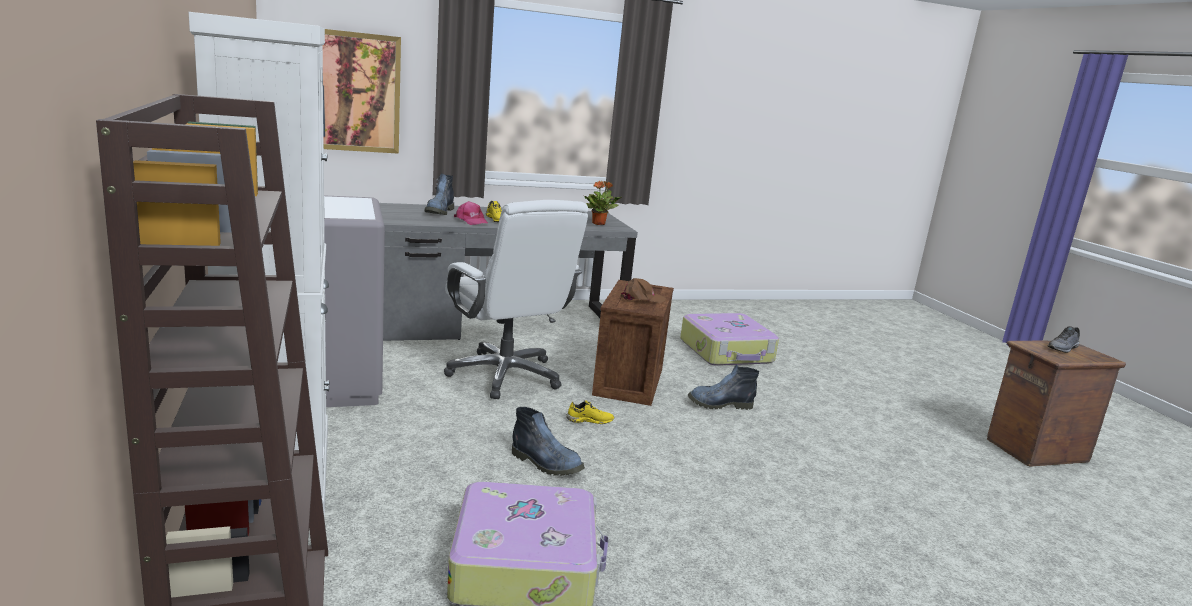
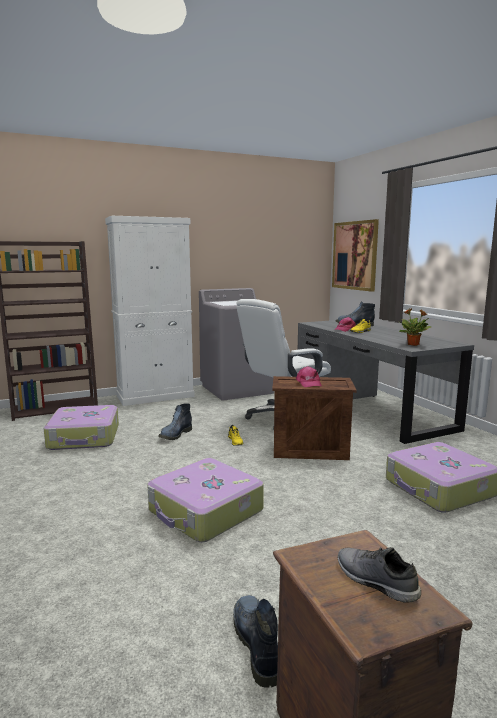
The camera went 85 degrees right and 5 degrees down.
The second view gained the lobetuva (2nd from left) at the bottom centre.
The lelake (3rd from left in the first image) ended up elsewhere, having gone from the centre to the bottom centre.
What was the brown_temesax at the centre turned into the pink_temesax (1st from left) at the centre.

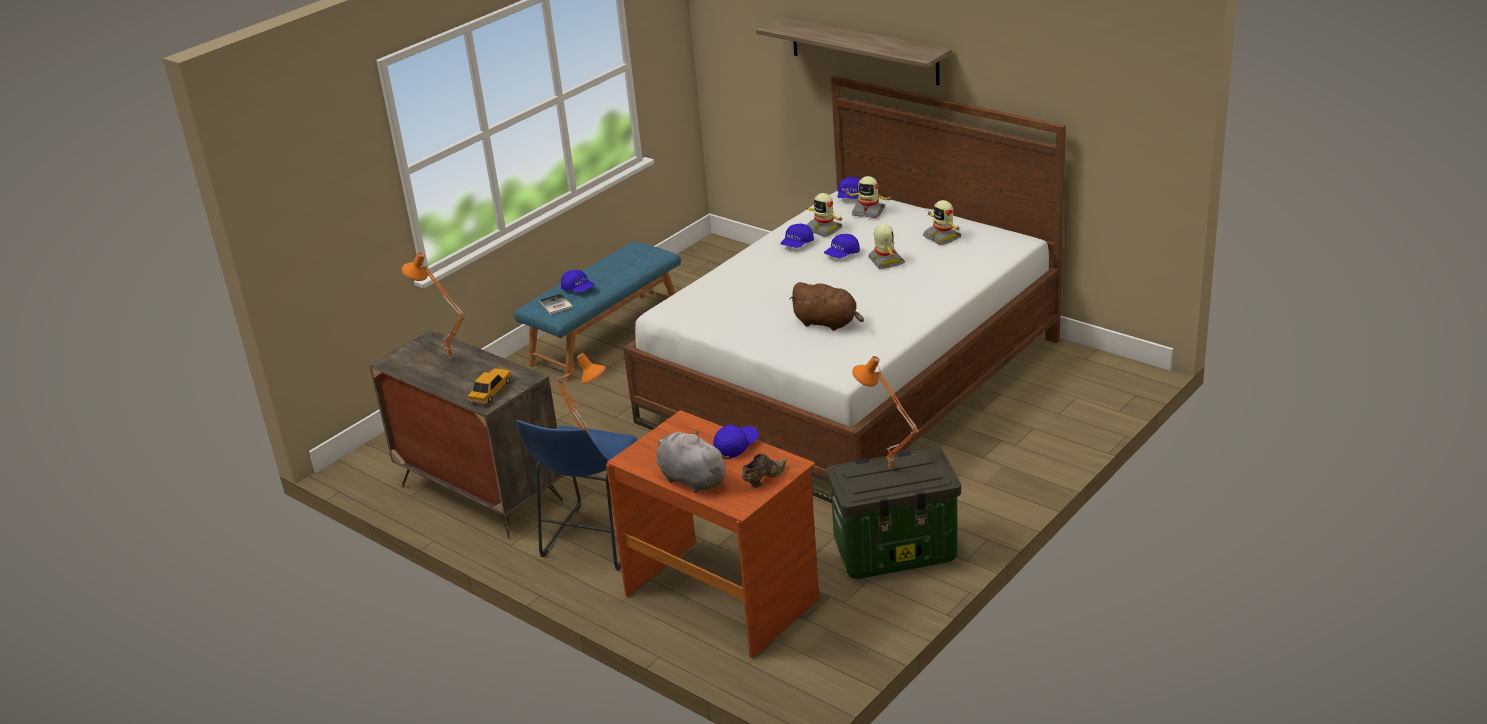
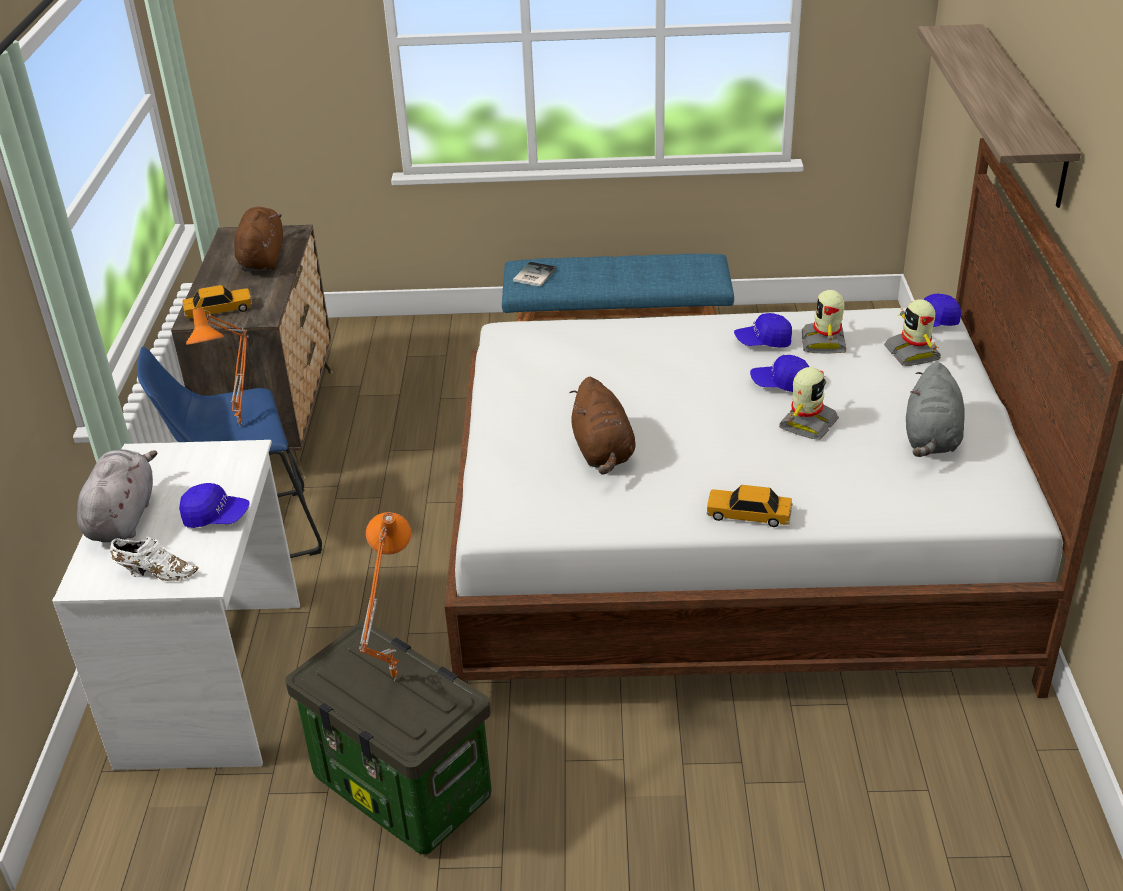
The camera went 50 degrees right and 5 degrees up.
What was the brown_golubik at the bottom centre turned into the white_golubik at the bottom left.
What was the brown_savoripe at the centre turned into the white_savoripe at the middle left.
Where the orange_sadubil (1st from left) stood at the middle left, the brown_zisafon (1st from left) came to stand at the top left.
The second view gained the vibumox (2nd from left) at the middle right.
Where the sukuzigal (4th from left) stood at the top centre, the grey_zisafon (2nd from left) came to stand at the middle right.
The second view lost the blue_temesax (1st from left) at the centre.

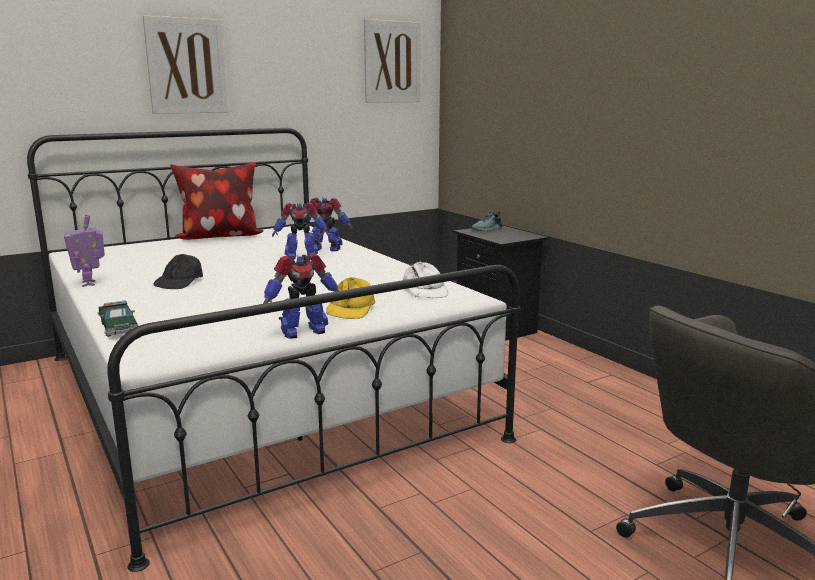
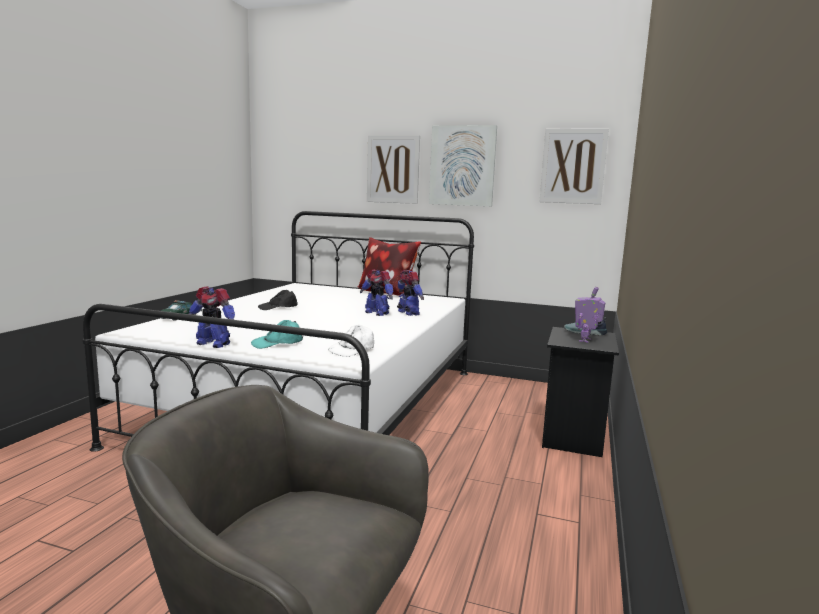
The camera went 50 degrees right and 5 degrees down.
What was the yellow_temesax at the centre turned into the turquoise_temesax at the centre.
The second view gained the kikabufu (2nd from left) at the top centre.
The sukuzigal (1st from left in the first image) ended up elsewhere, having gone from the middle left to the middle right.

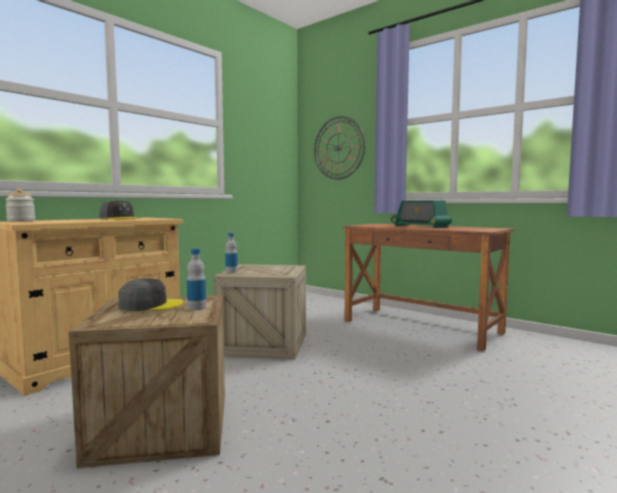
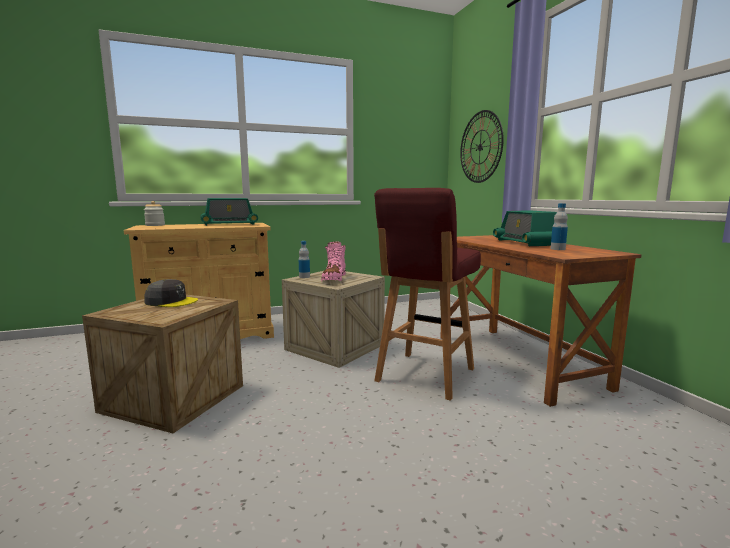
The camera went 30 degrees right and 5 degrees up.
Where the grey_temesax (1st from left) stood at the middle left, the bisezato (1st from left) came to stand at the middle left.
The second view gained the pink_lelake at the centre.
The second view gained the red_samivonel at the centre.
The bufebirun (1st from left in the first image) ended up elsewhere, having gone from the middle left to the middle right.

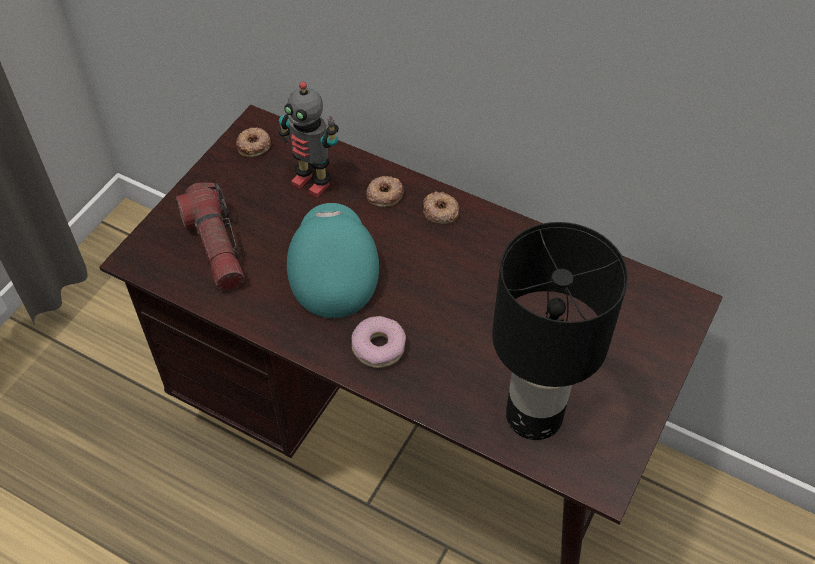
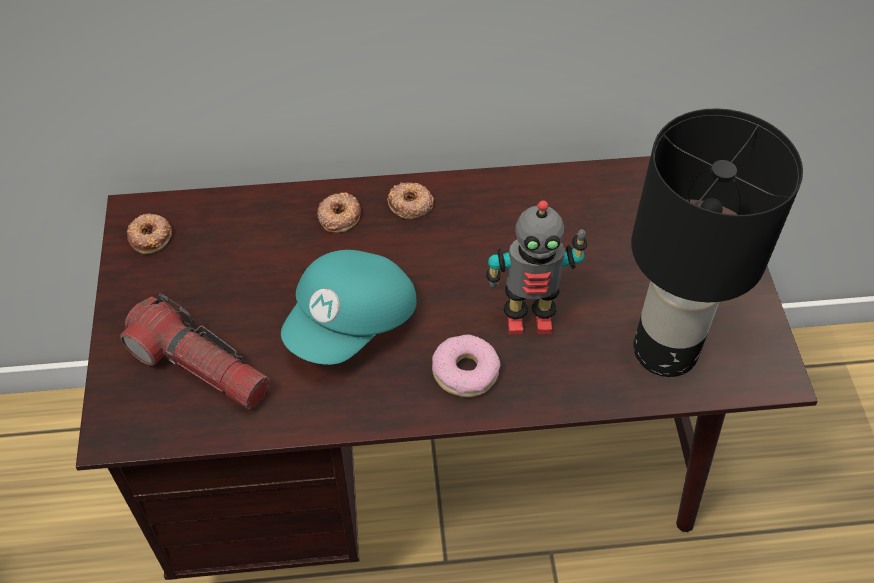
The camera went 35 degrees left and 0 degrees up.
The turquoise_temesax at the centre ended up facing another way, 105 degrees counterclockwise from before.
The sukuzigal ended up elsewhere, having gone from the top centre to the centre.

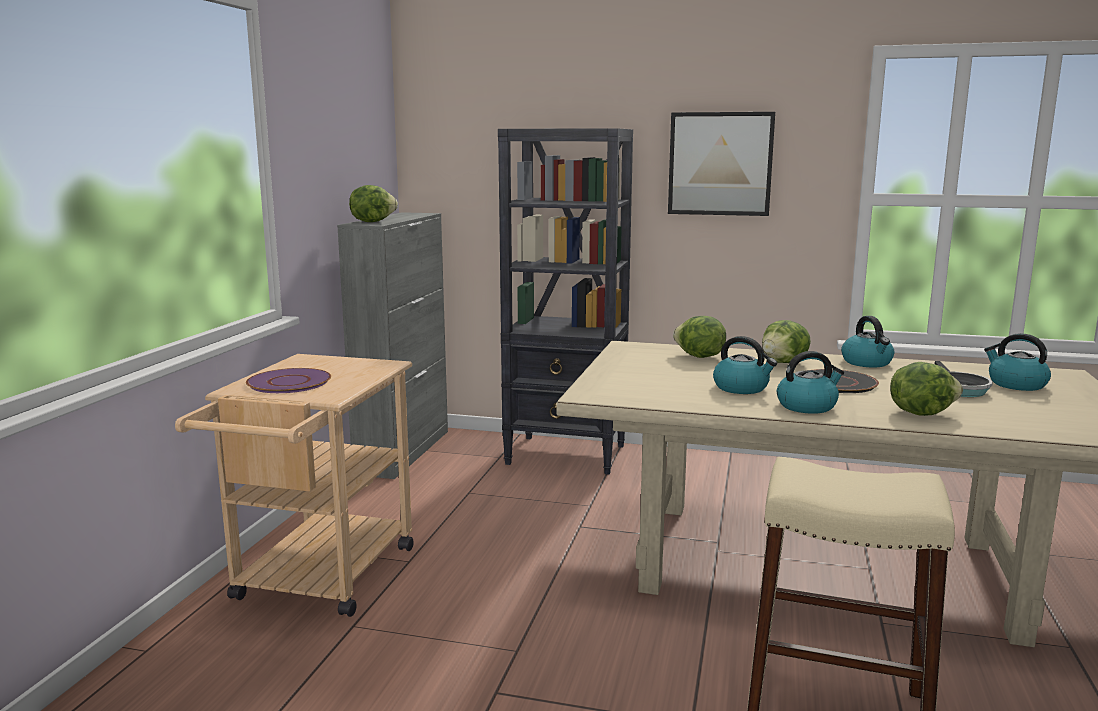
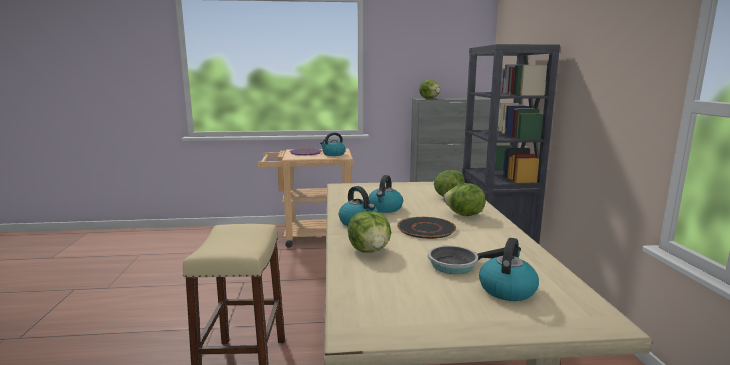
The camera went 70 degrees right and 0 degrees up.
The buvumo (3rd from left in the first image) ended up elsewhere, having gone from the middle right to the centre.
The second view lost the kikabufu at the top centre.

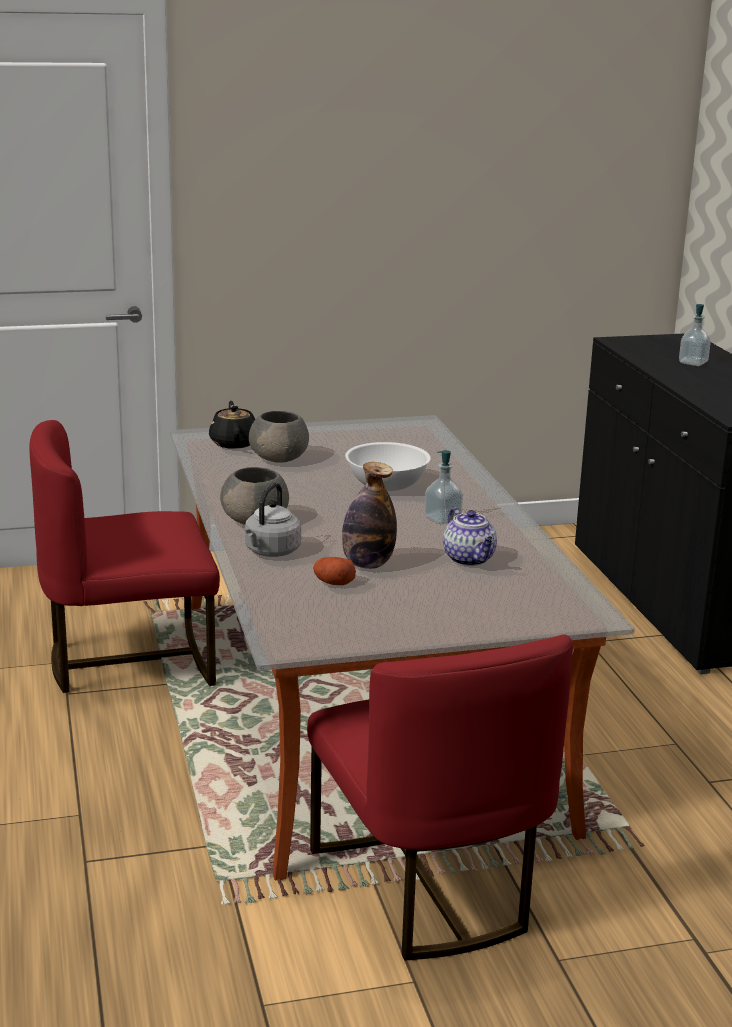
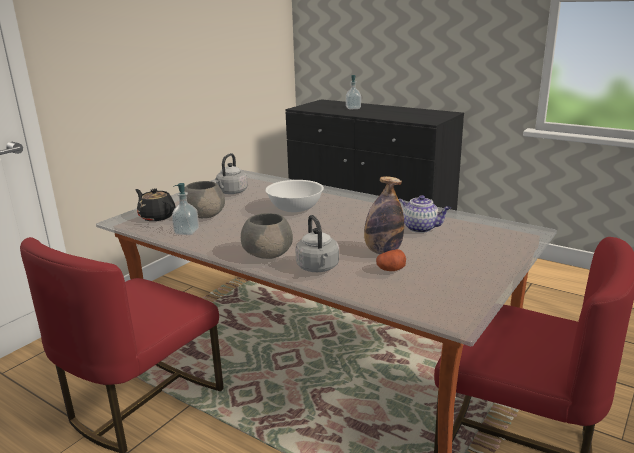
The camera went 40 degrees left and 0 degrees up.
The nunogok (1st from left) ended up elsewhere, having gone from the centre to the middle left.
The second view gained the grey_buvumo (1st from left) at the centre.

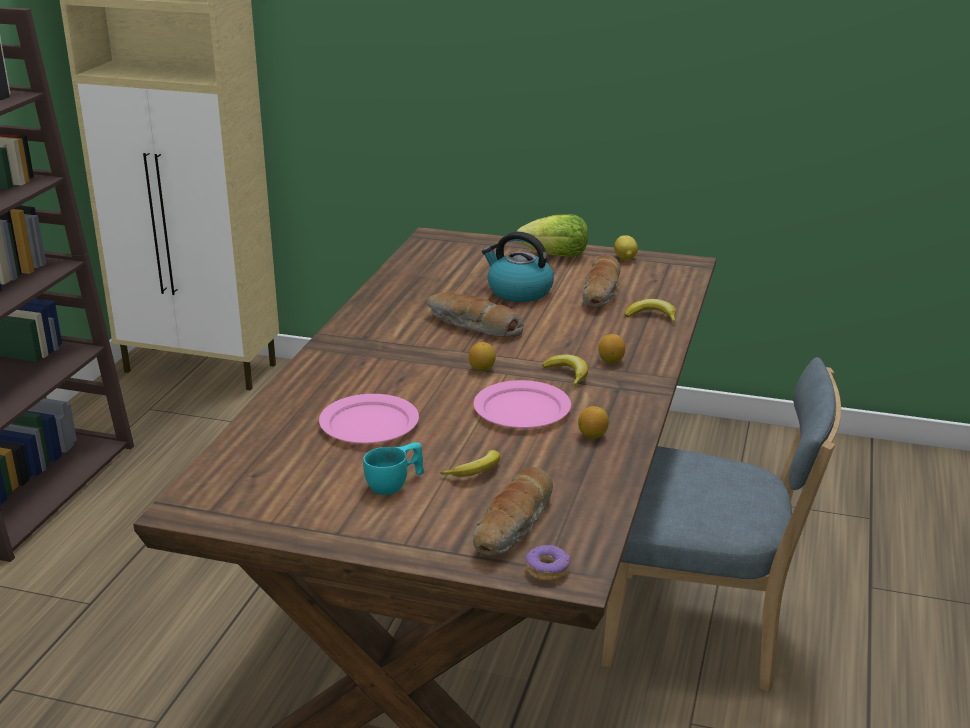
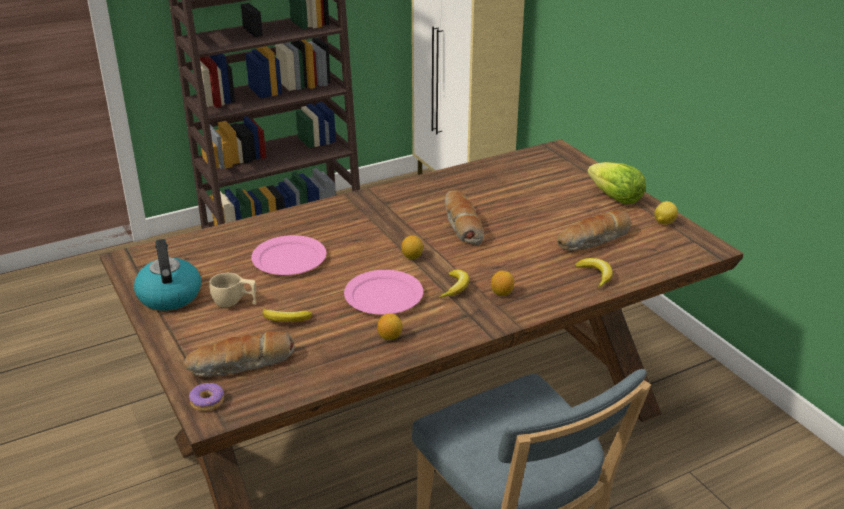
The camera went 45 degrees right and 5 degrees up.
The buvumo ended up elsewhere, having gone from the centre to the middle left.
What was the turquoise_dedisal at the centre turned into the beige_dedisal at the middle left.

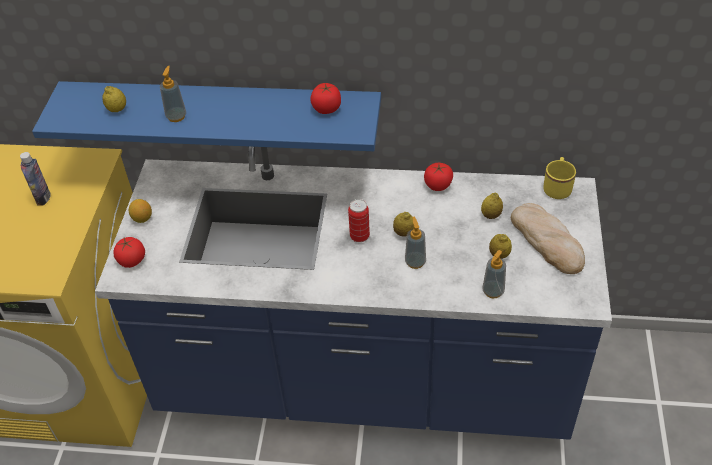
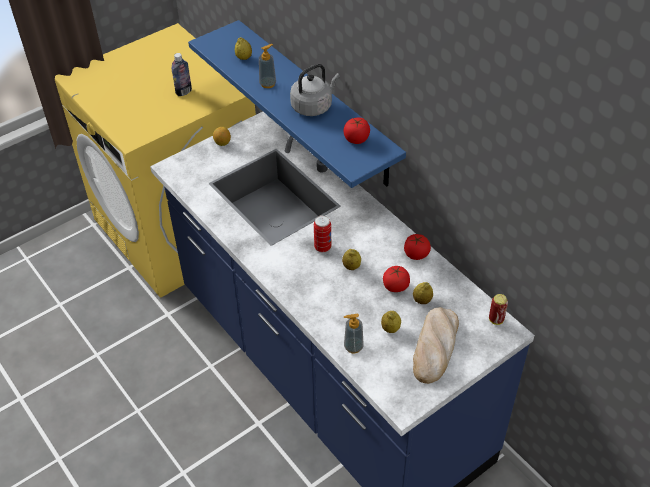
The camera went 45 degrees right and 0 degrees up.
The second view gained the grey_buvumo at the top centre.
The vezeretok (1st from left in the first image) ended up elsewhere, having gone from the middle left to the centre.
Where the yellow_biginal stood at the middle right, the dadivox (2nd from left) came to stand at the middle right.
The second view lost the nunogok (2nd from left) at the centre.

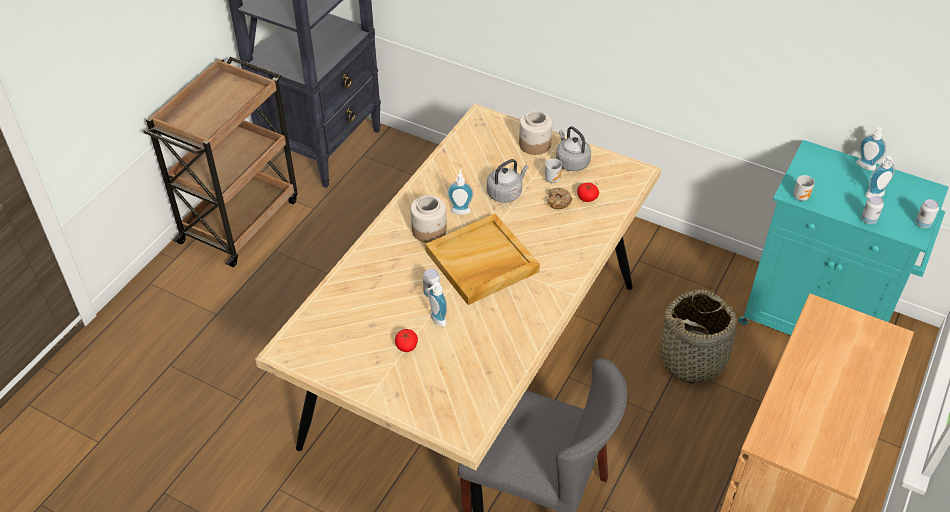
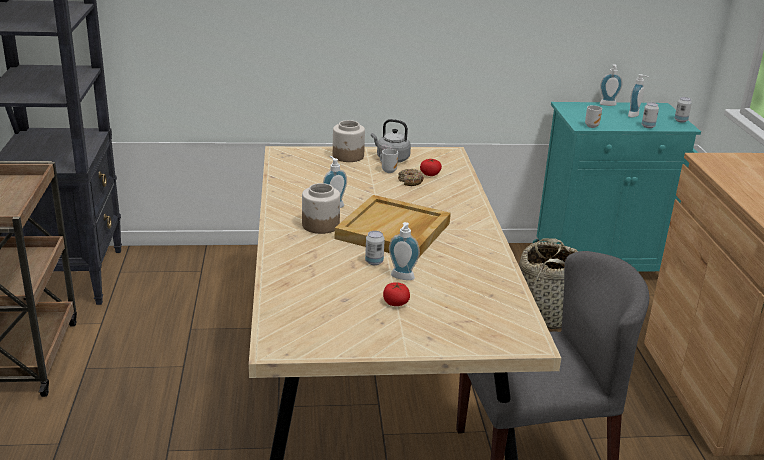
The camera went 35 degrees left and 20 degrees down.
The second view lost the grey_buvumo (1st from left) at the centre.

